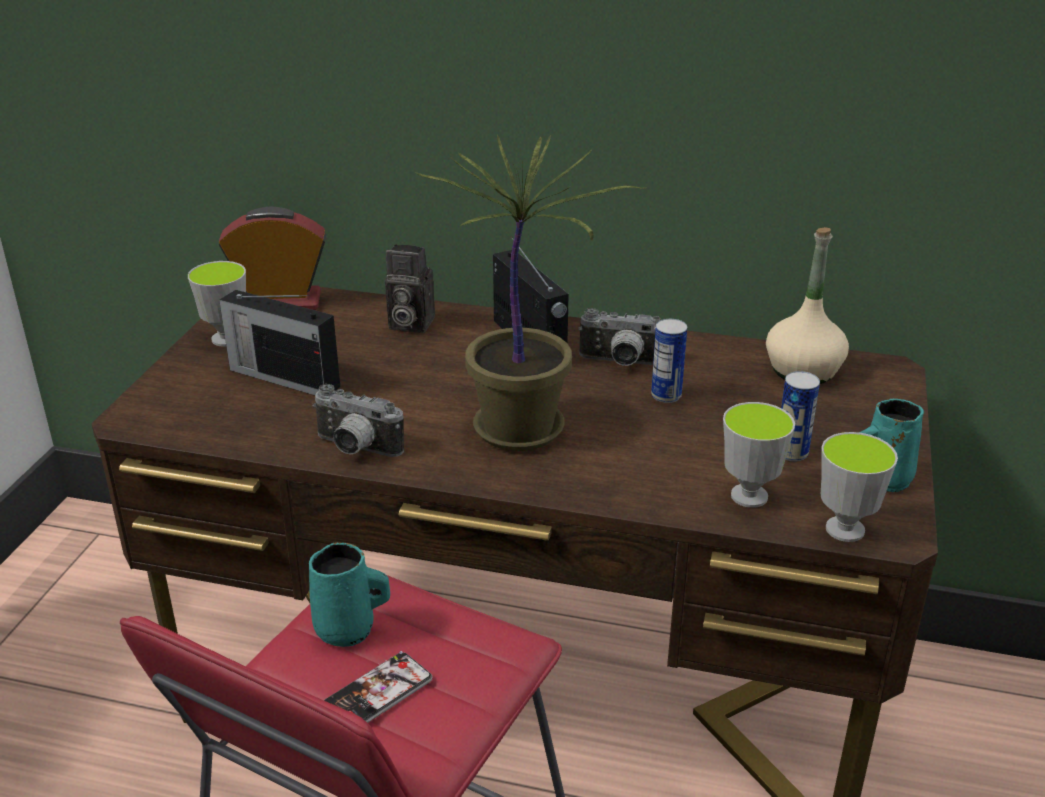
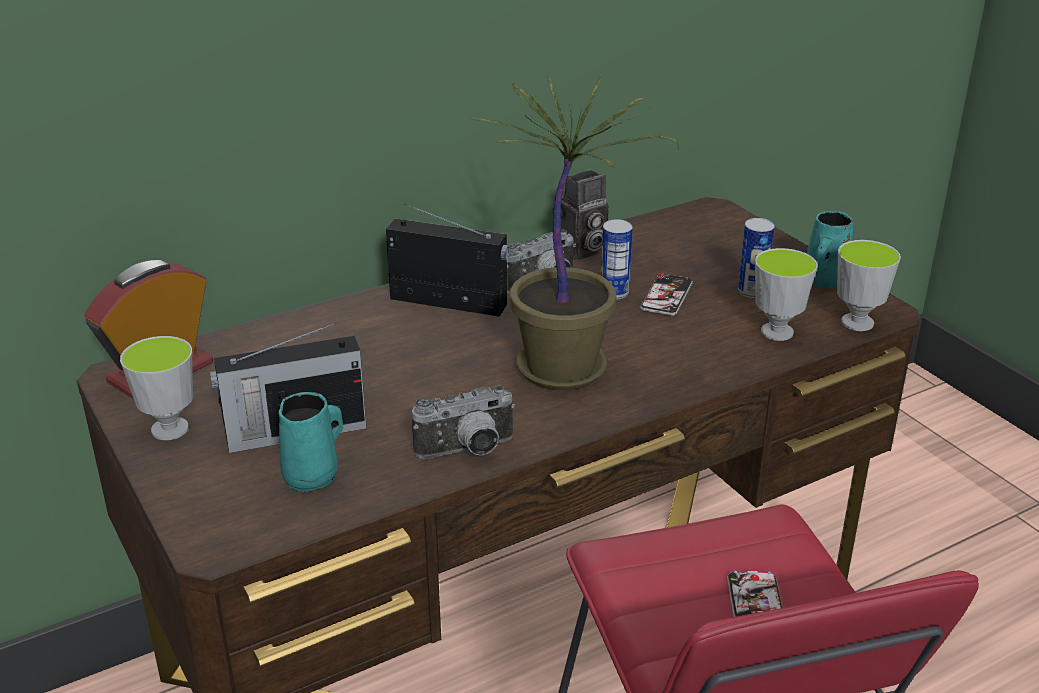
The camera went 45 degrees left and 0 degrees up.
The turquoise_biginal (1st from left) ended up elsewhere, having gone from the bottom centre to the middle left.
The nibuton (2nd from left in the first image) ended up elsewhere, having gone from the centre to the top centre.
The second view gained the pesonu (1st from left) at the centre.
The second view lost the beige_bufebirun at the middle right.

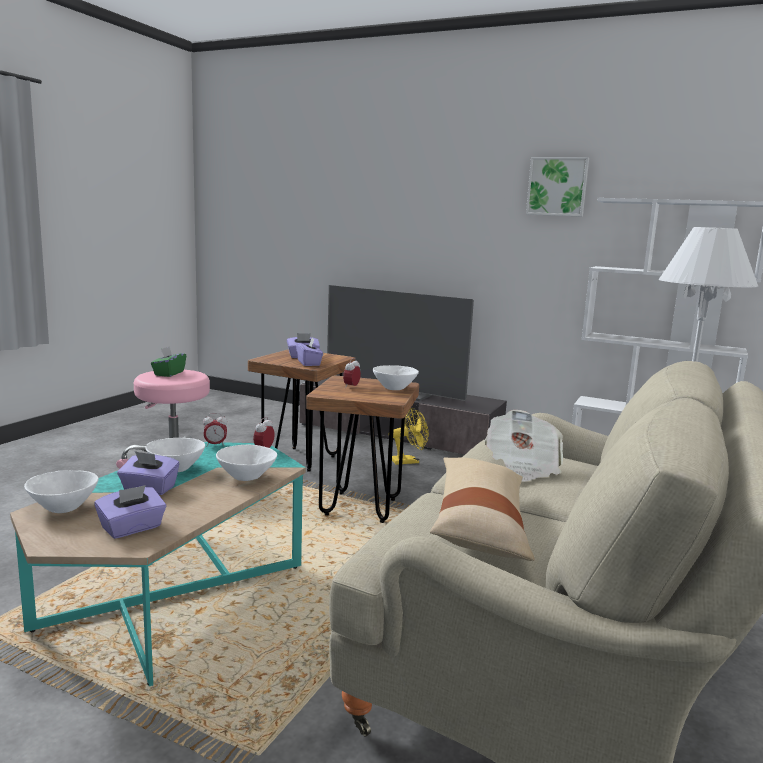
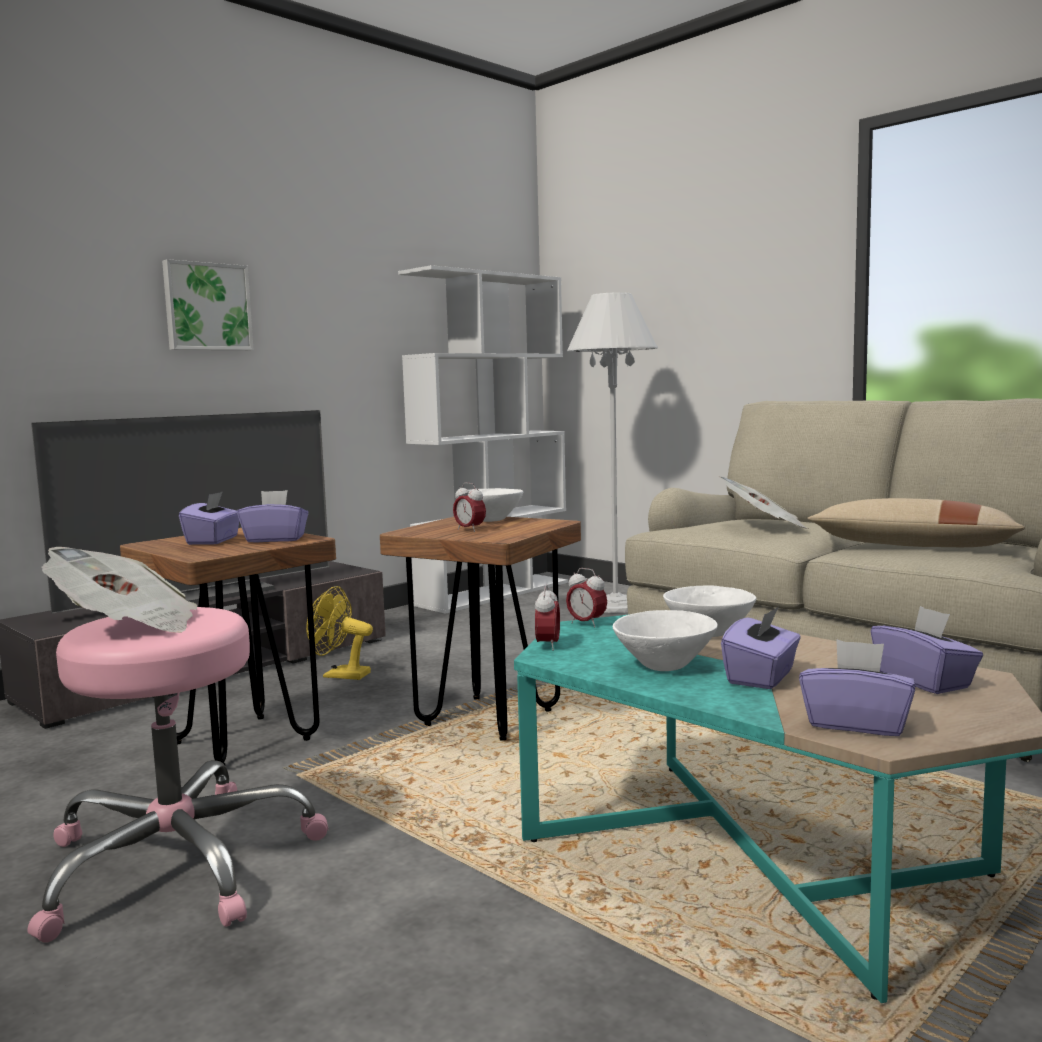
The camera went 70 degrees left and 5 degrees down.
Where the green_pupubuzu stood at the middle left, the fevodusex (1st from left) came to stand at the middle left.
The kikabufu ended up elsewhere, having gone from the top right to the top left.
The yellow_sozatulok at the centre ended up facing another way, 75 degrees counterclockwise from before.
Where the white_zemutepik (1st from left) stood at the middle left, the purple_pupubuzu (4th from left) came to stand at the middle right.

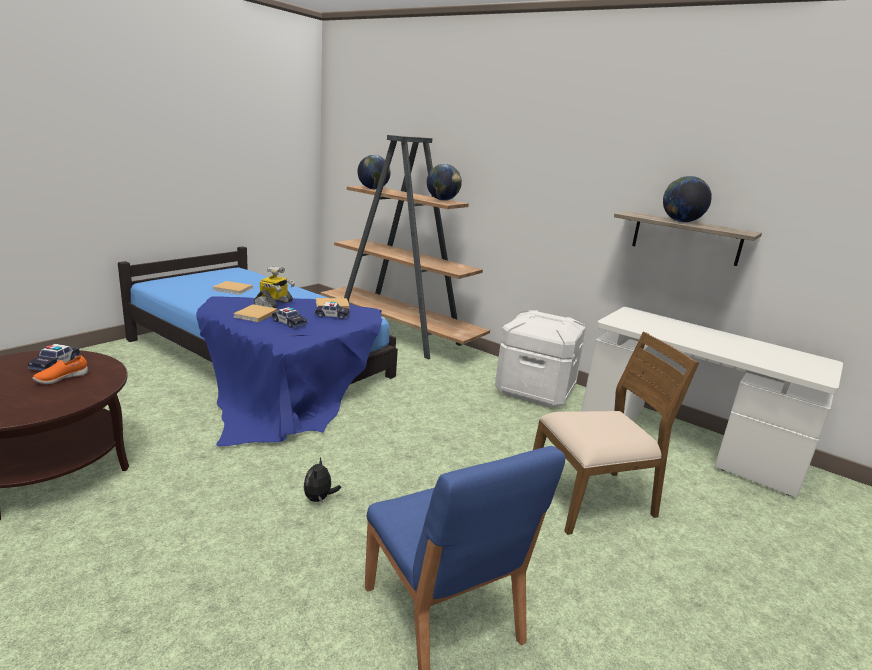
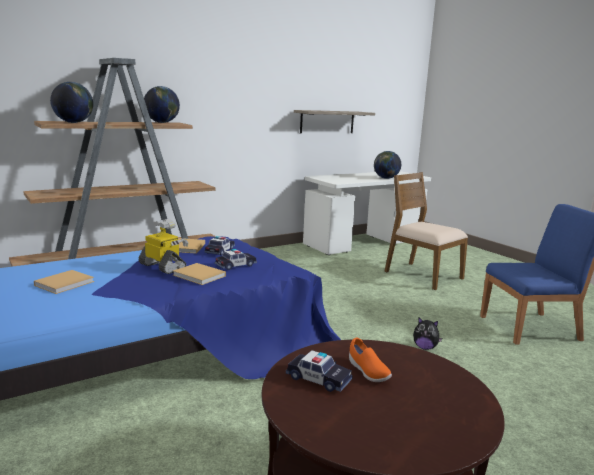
The camera went 70 degrees left and 5 degrees down.
The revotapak (3rd from left) ended up elsewhere, having gone from the top right to the centre.
The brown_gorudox at the middle right ended up facing another way, 45 degrees counterclockwise from before.
The second view lost the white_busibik at the centre.

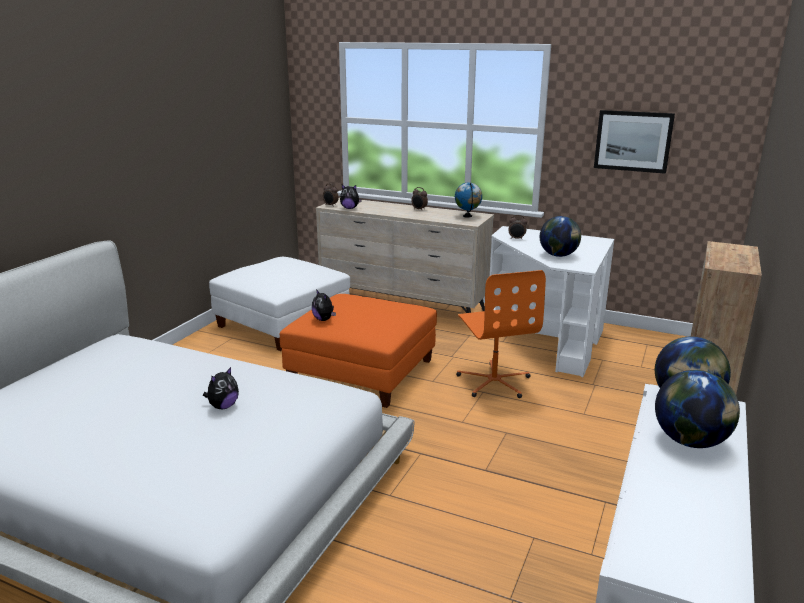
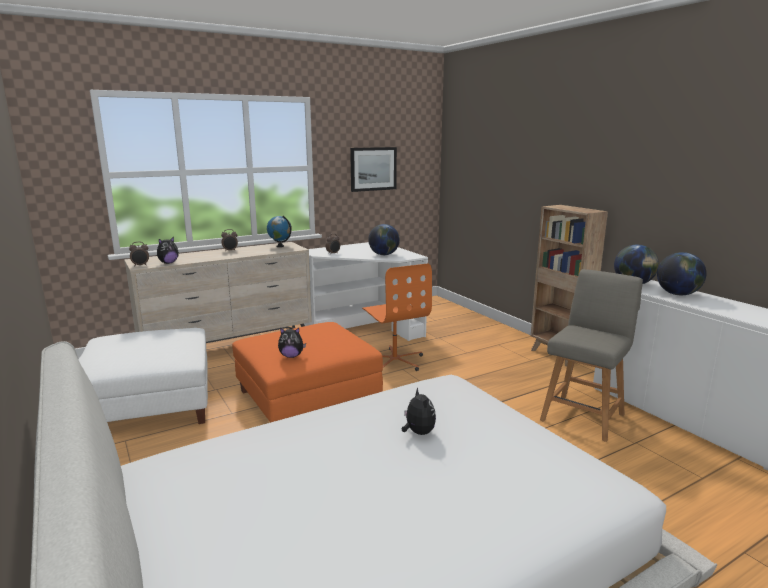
The camera went 55 degrees left and 5 degrees down.
The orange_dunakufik at the centre ended up facing another way, 45 degrees clockwise from before.
The second view gained the grey_gorudox at the middle right.

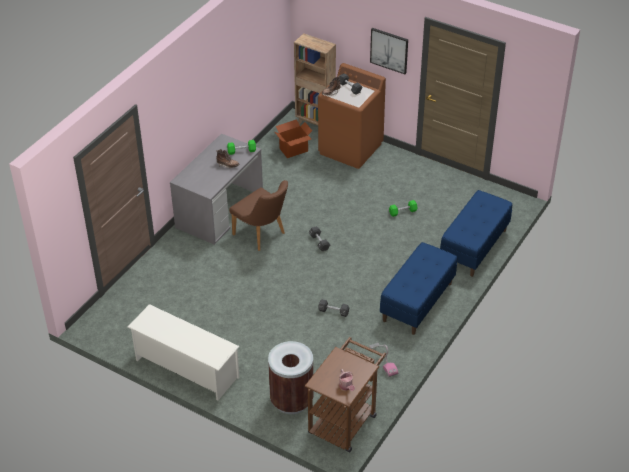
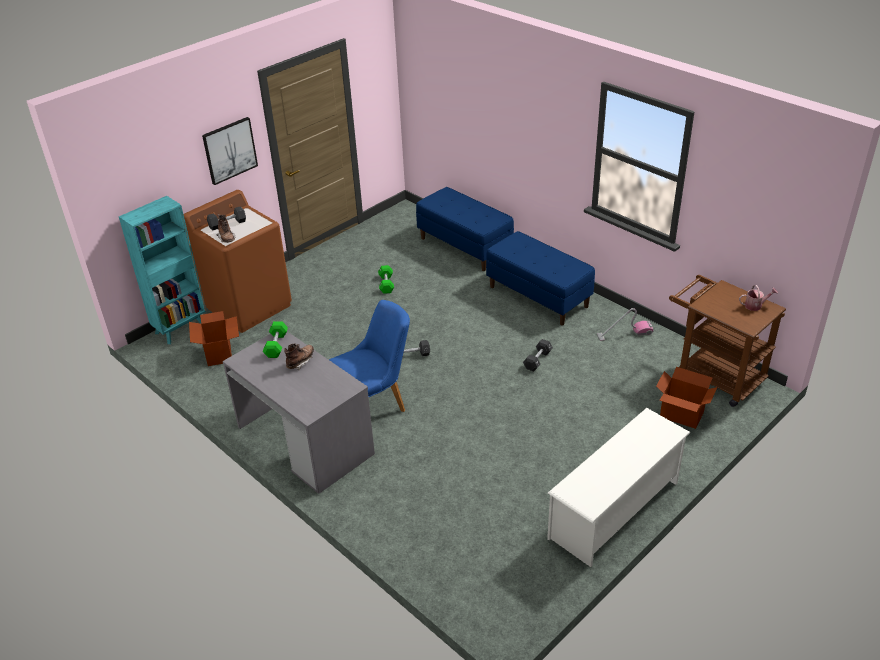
The camera went 75 degrees left and 5 degrees down.
What was the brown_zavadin at the top centre turned into the turquoise_zavadin at the middle left.
What was the brown_gorudox at the centre turned into the blue_gorudox at the centre.
Where the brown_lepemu stood at the bottom centre, the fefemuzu (2nd from left) came to stand at the middle right.

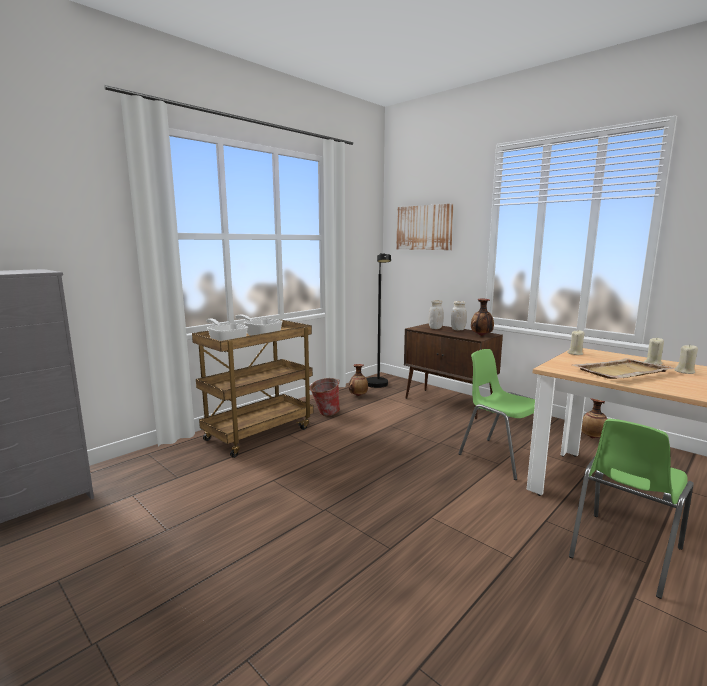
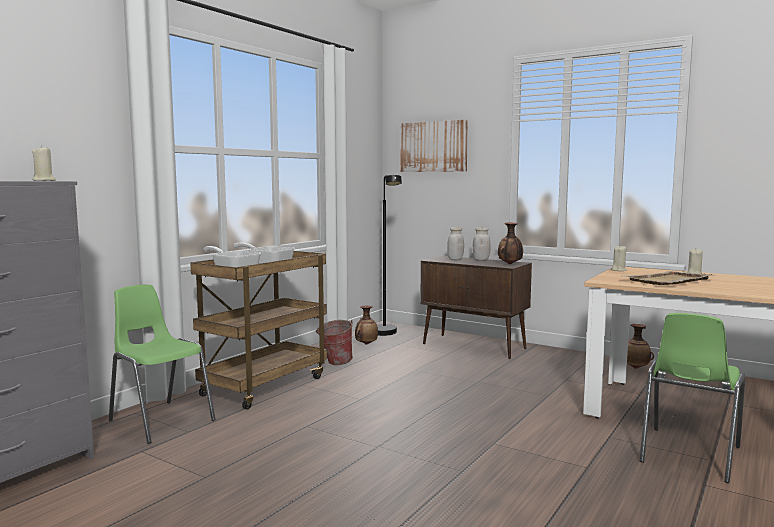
The camera went 10 degrees left and 5 degrees down.
The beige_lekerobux (3rd from left in the first image) ended up elsewhere, having gone from the middle right to the top left.
The green_gorudox (1st from left) ended up elsewhere, having gone from the middle right to the bottom left.

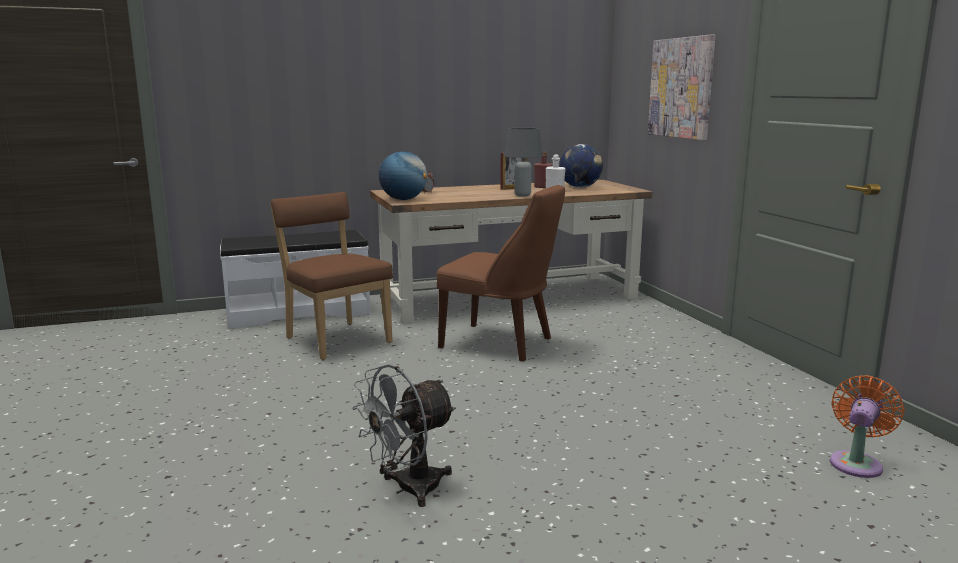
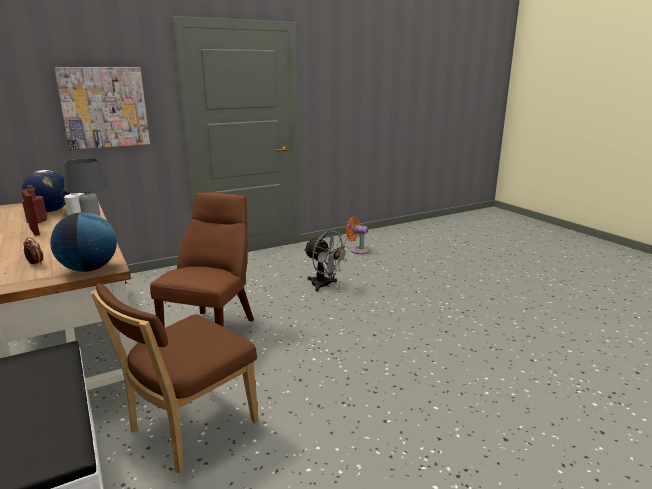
The camera went 100 degrees left and 5 degrees up.
The grey_sozatulok ended up elsewhere, having gone from the bottom centre to the centre.

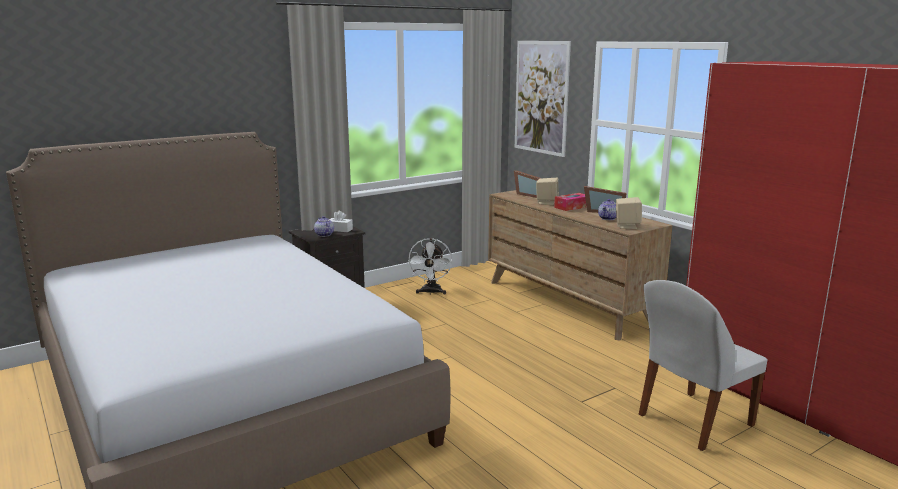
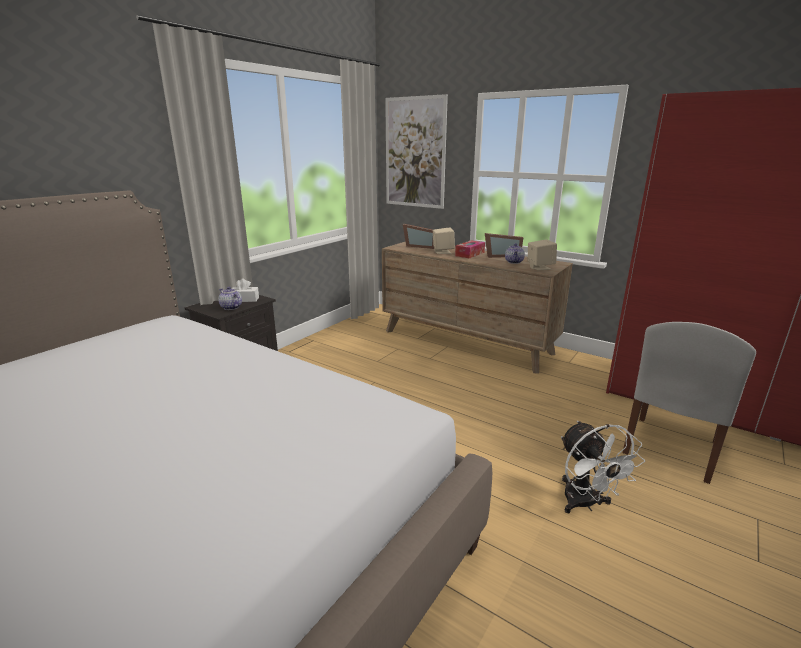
The camera went 20 degrees left and 5 degrees up.
The white_sozatulok ended up elsewhere, having gone from the centre to the bottom right.

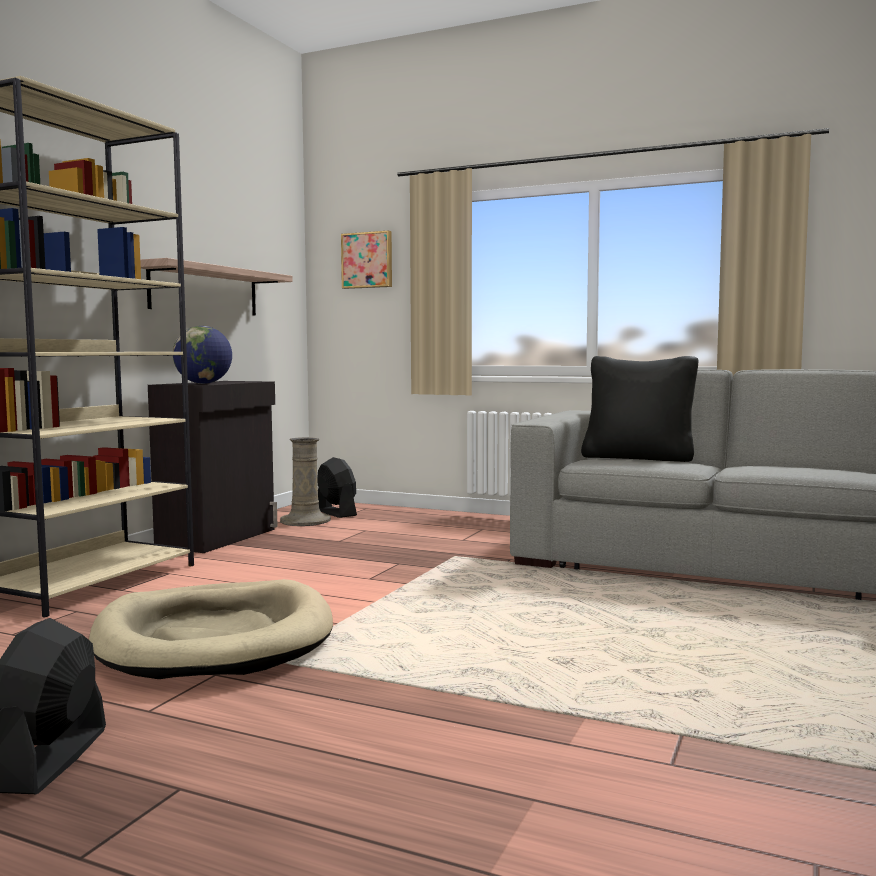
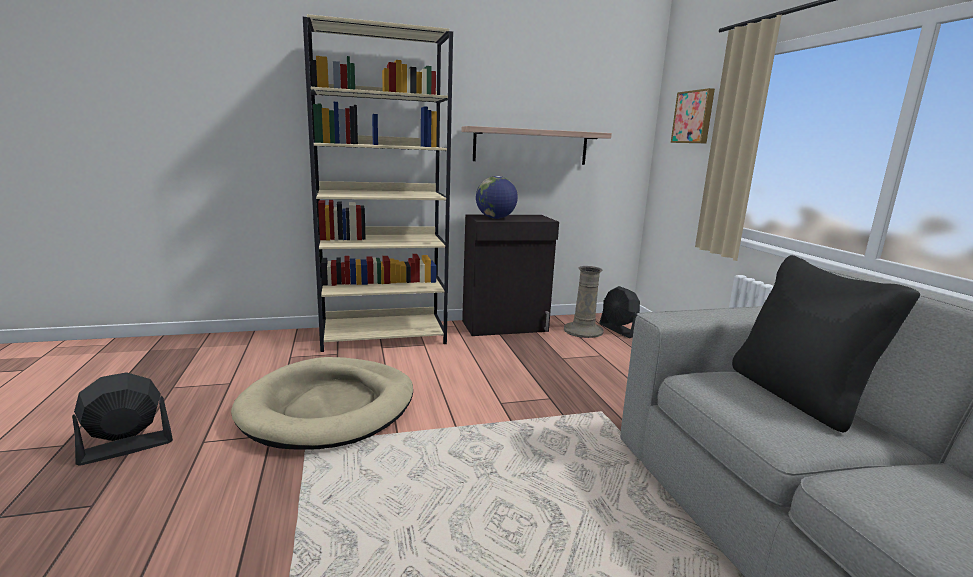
The camera went 50 degrees right and 10 degrees up.
The black_sozatulok (2nd from left) at the centre ended up facing another way, 135 degrees clockwise from before.

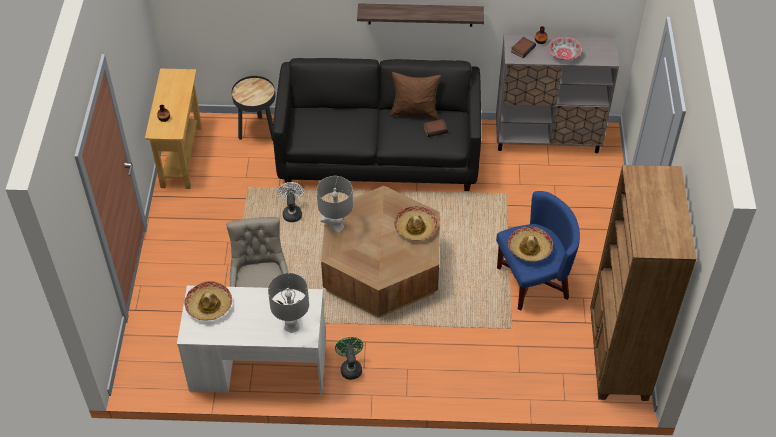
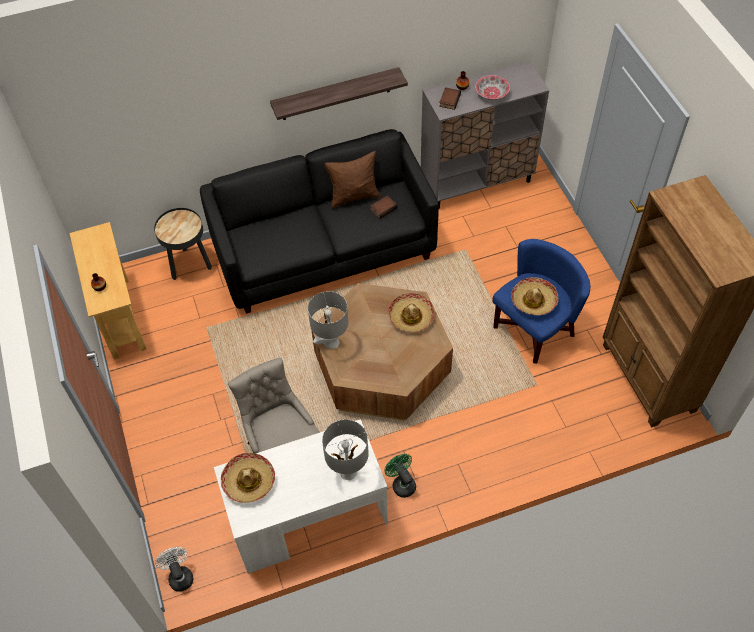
The camera went 20 degrees left and 5 degrees up.
The white_sozatulok ended up elsewhere, having gone from the centre to the bottom left.

